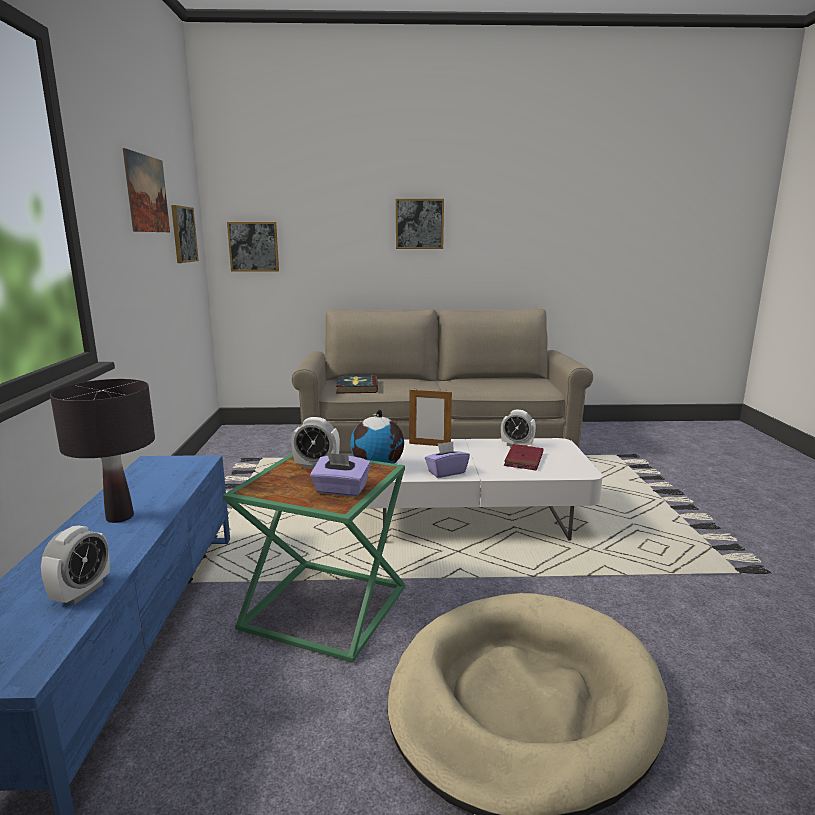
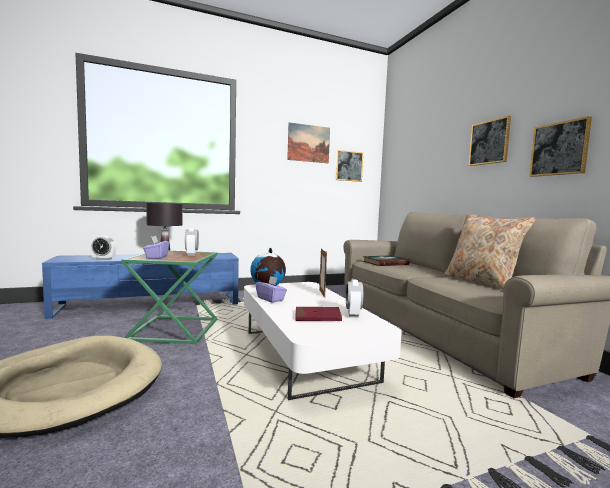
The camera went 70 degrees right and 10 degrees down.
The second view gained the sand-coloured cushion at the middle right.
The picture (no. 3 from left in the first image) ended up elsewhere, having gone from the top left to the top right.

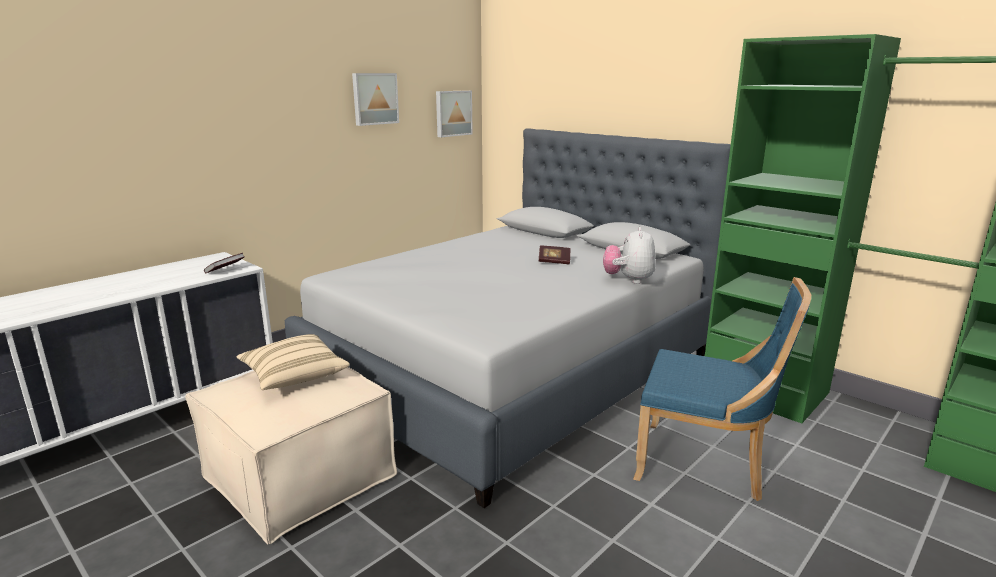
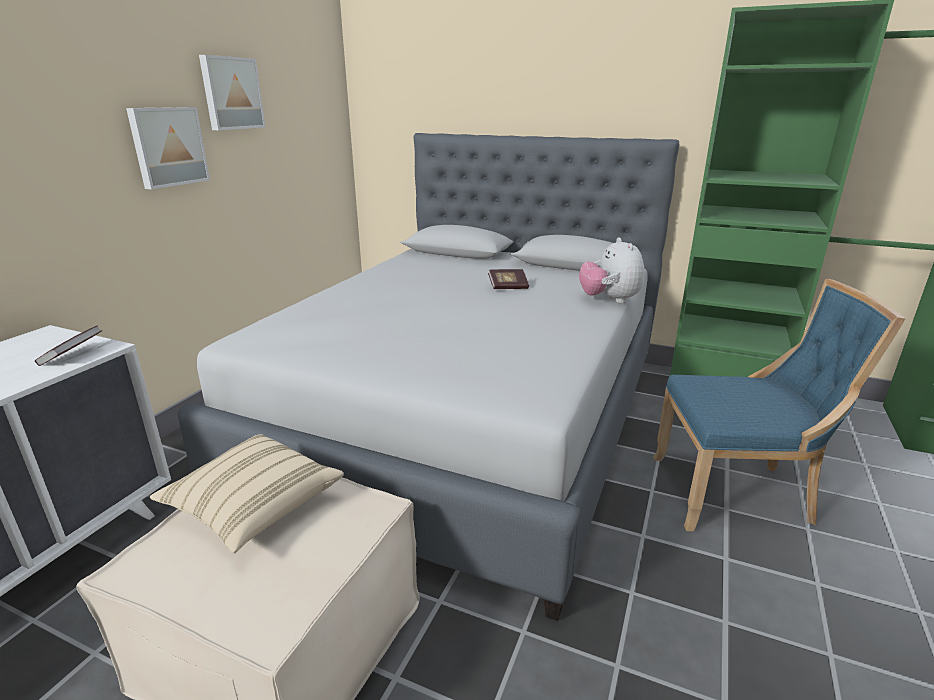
The camera went 20 degrees left and 5 degrees up.
The picture (no. 2 from left in the first image) ended up elsewhere, having gone from the top centre to the top left.

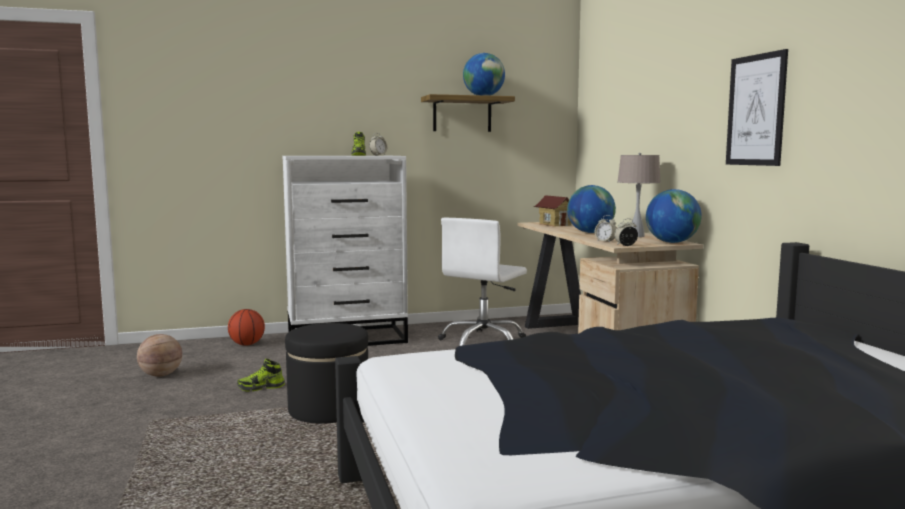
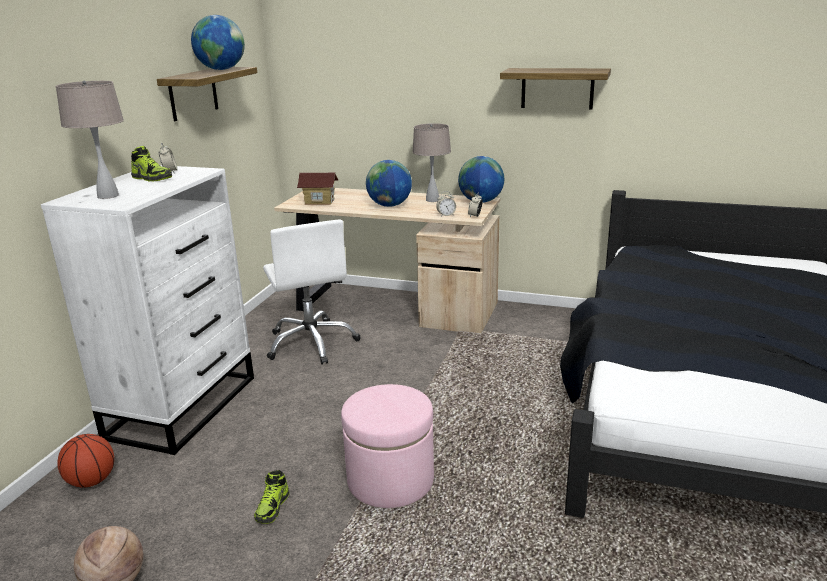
The camera went 55 degrees left and 15 degrees up.
The second view gained the sand-coloured table lamp (no. 1 from left) at the top left.
Where the picture hung at the top right, the shelf (no. 2 from left) came to hang at the top right.
What was the black-coloured ottoman at the bottom centre turned into the pink ottoman at the bottom centre.

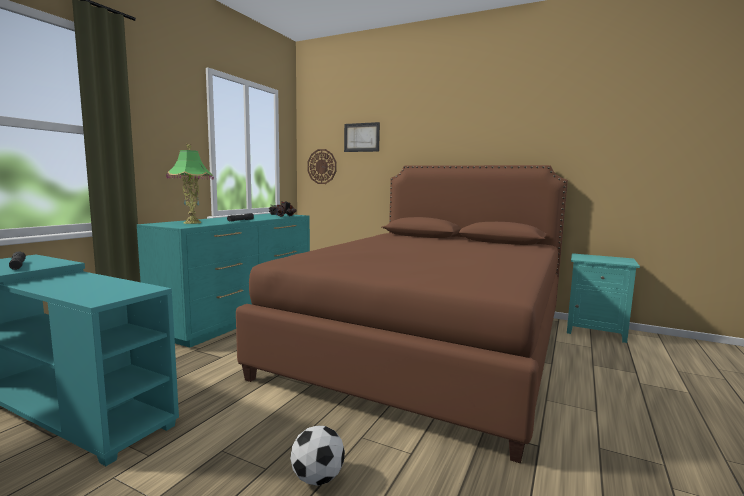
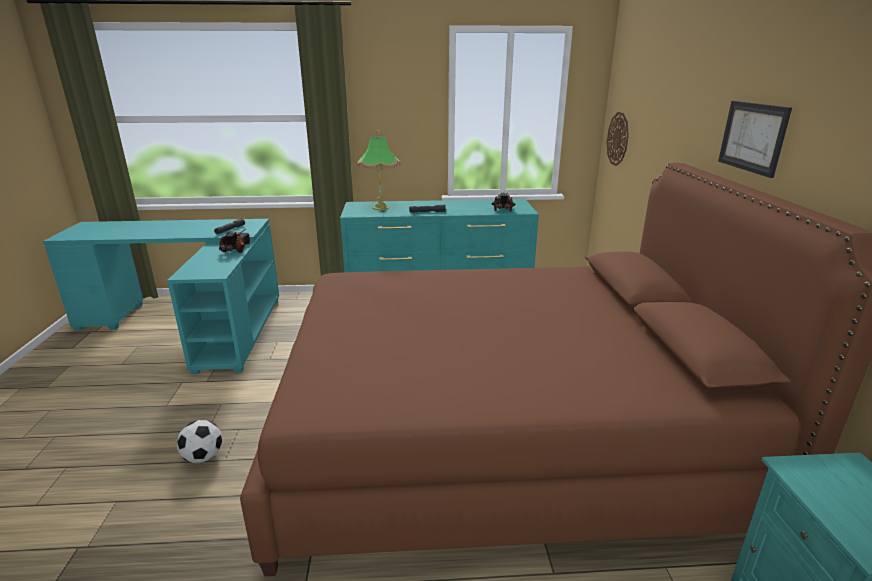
The camera went 60 degrees right and 15 degrees up.
The second view gained the toy truck (no. 1 from left) at the middle left.
The picture ended up elsewhere, having gone from the top centre to the top right.

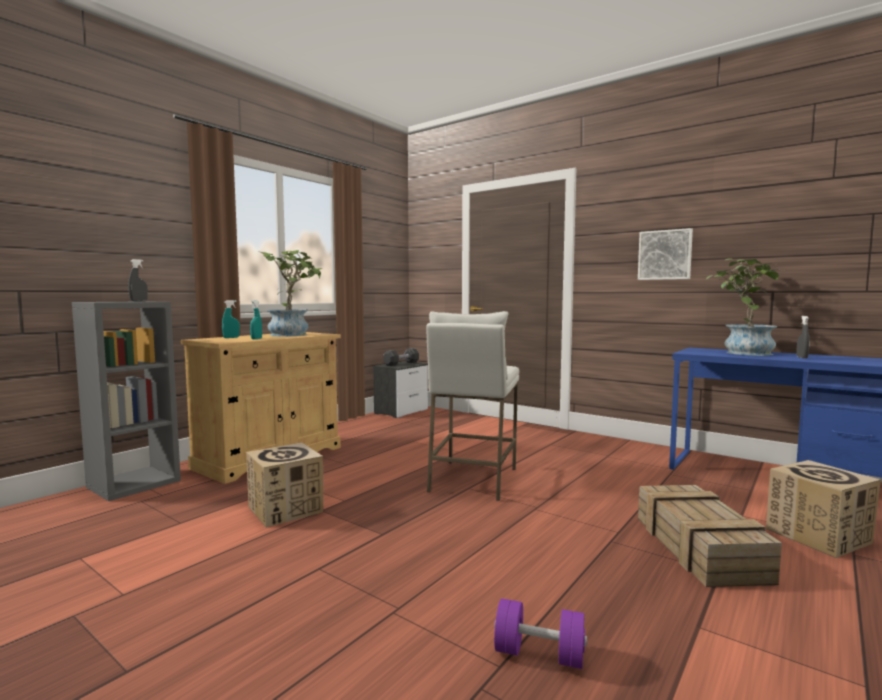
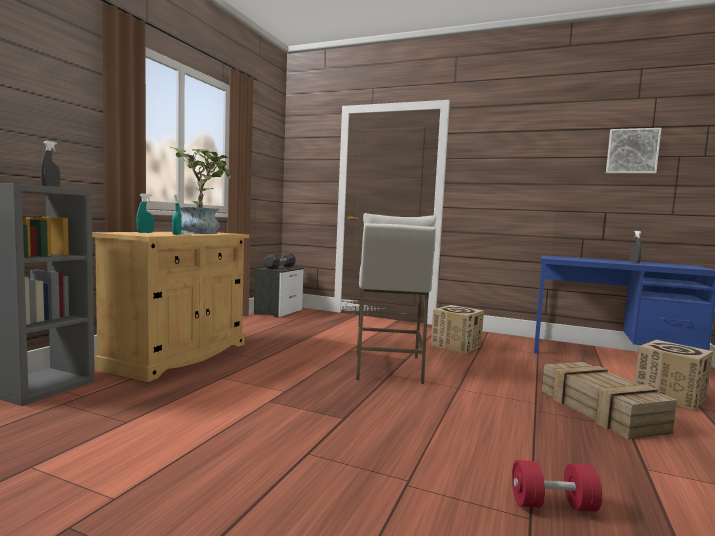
The camera went 15 degrees left and 0 degrees up.
The second view lost the houseplant (no. 2 from left) at the middle right.
The carton (no. 1 from left) ended up elsewhere, having gone from the bottom left to the centre.
The picture ended up elsewhere, having gone from the middle right to the top right.
What was the purple-coloured dumbbell at the bottom centre turned into the red-coloured dumbbell at the bottom right.

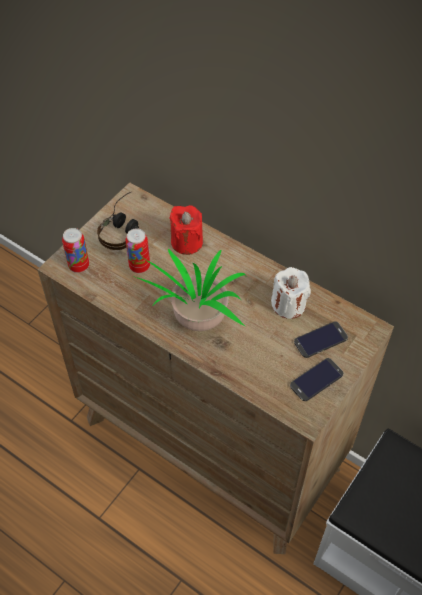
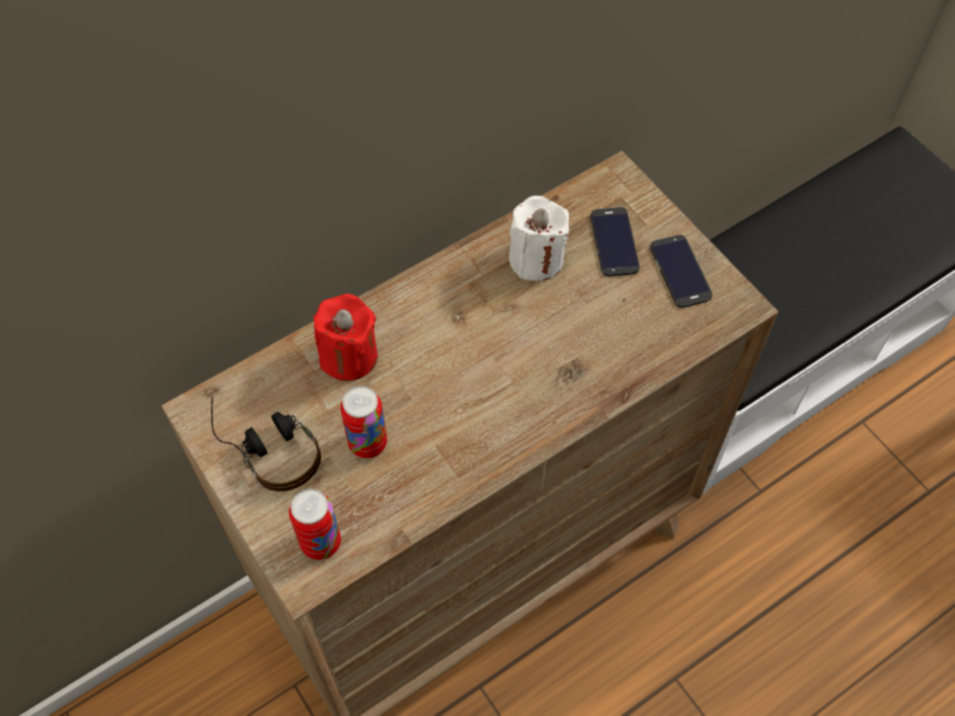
The camera went 70 degrees left and 5 degrees up.
The second view lost the houseplant at the centre.

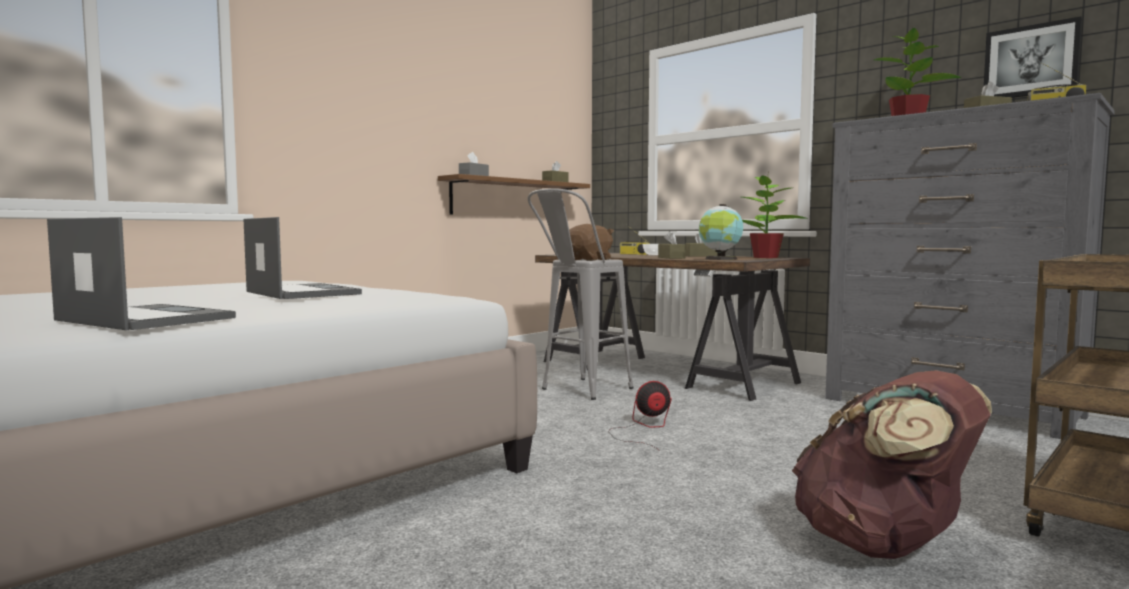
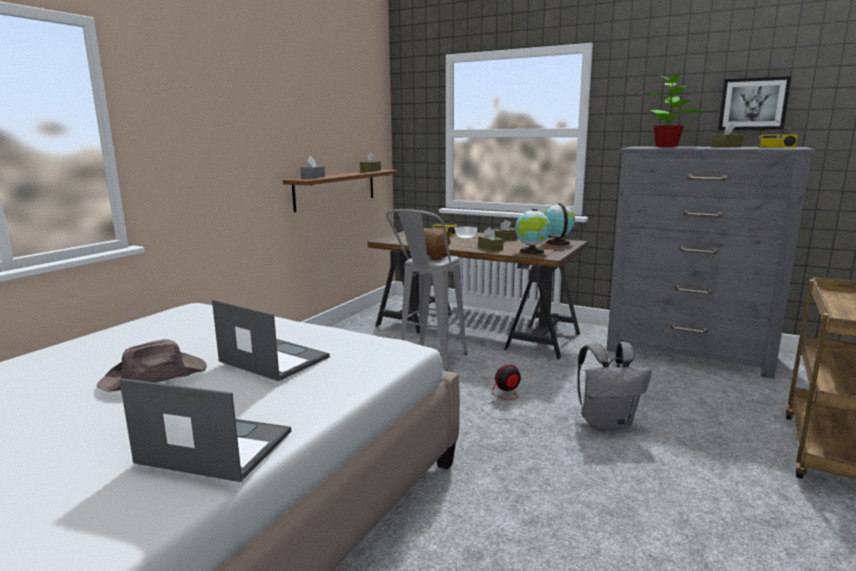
The camera went 15 degrees left and 10 degrees up.
The second view lost the brownish rucksack at the bottom right.
The second view gained the brownish clothing hat at the middle left.
The second view gained the gray rucksack at the bottom right.
Where the houseplant (no. 1 from left) stood at the middle right, the globe (no. 2 from left) came to stand at the centre.

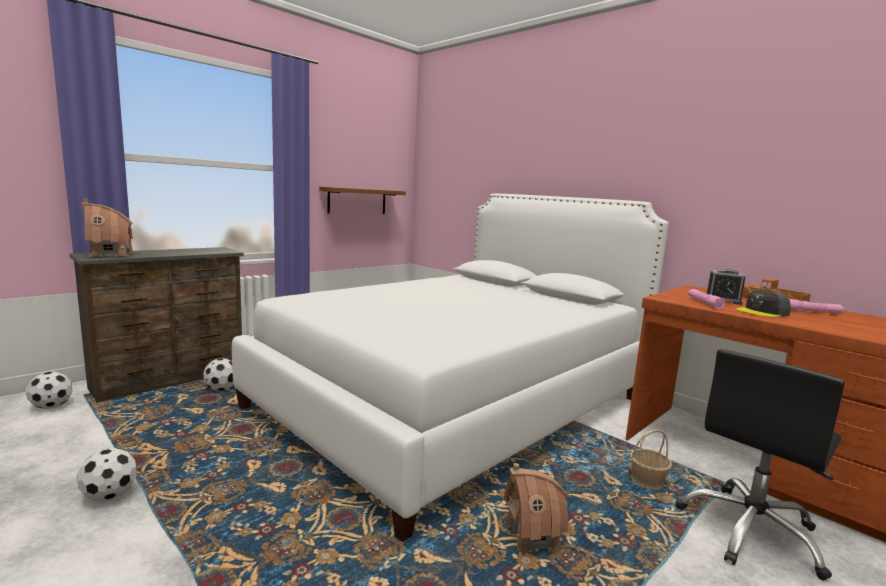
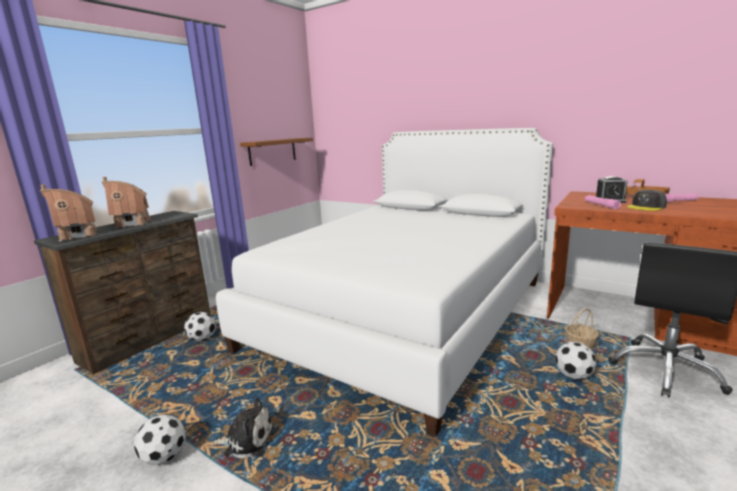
The camera went 10 degrees left and 5 degrees up.
The second view gained the cuddly toy at the bottom left.
The football ball (no. 1 from left in the first image) ended up elsewhere, having gone from the middle left to the bottom right.
The model house (no. 2 from left) ended up elsewhere, having gone from the bottom centre to the middle left.

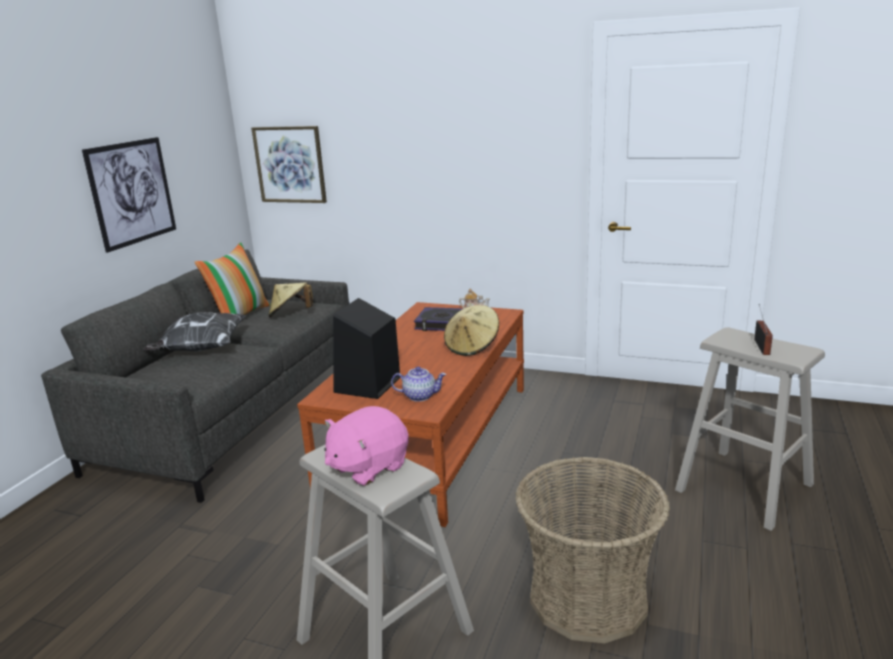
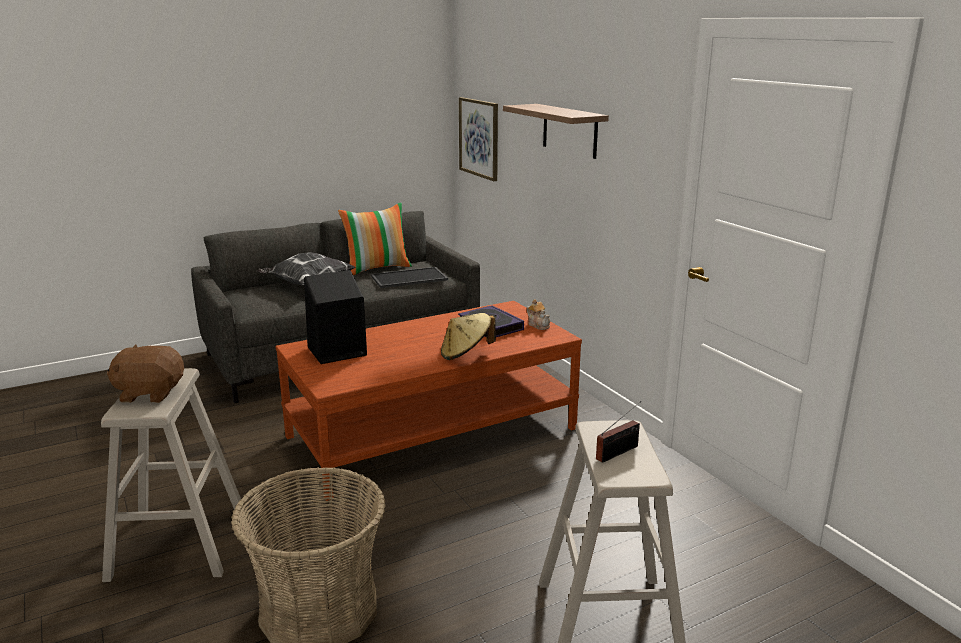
The camera went 40 degrees right and 0 degrees up.
The second view lost the picture (no. 1 from left) at the top left.
The second view lost the tea pot (no. 1 from left) at the centre.
The second view gained the shelf at the top centre.
Where the sand-coloured clothing hat (no. 1 from left) stood at the middle left, the tray came to stand at the centre.
What was the pink cuddly toy at the bottom centre turned into the brownish cuddly toy at the middle left.

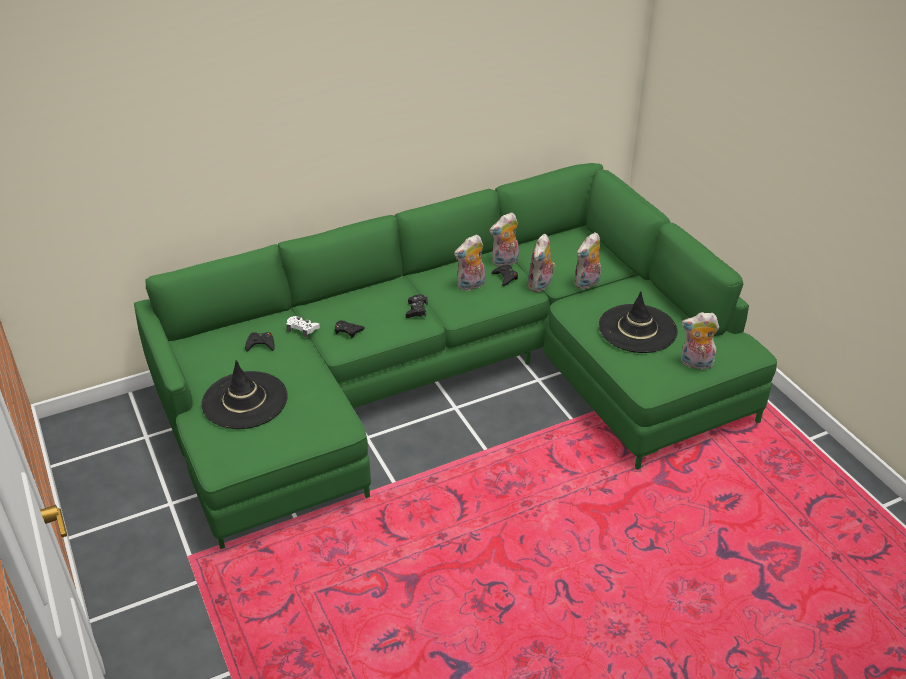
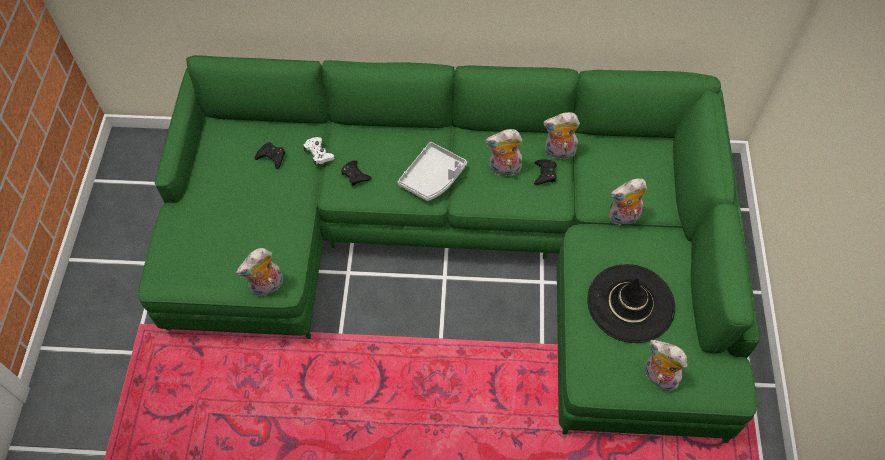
The camera went 30 degrees right and 20 degrees up.
The second view lost the black-coloured clothing hat (no. 1 from left) at the middle left.
The cuddly toy (no. 3 from left in the first image) ended up elsewhere, having gone from the centre to the middle left.
Where the black-coloured joypad (no. 3 from left) stood at the centre, the gray tray came to stand at the centre.

